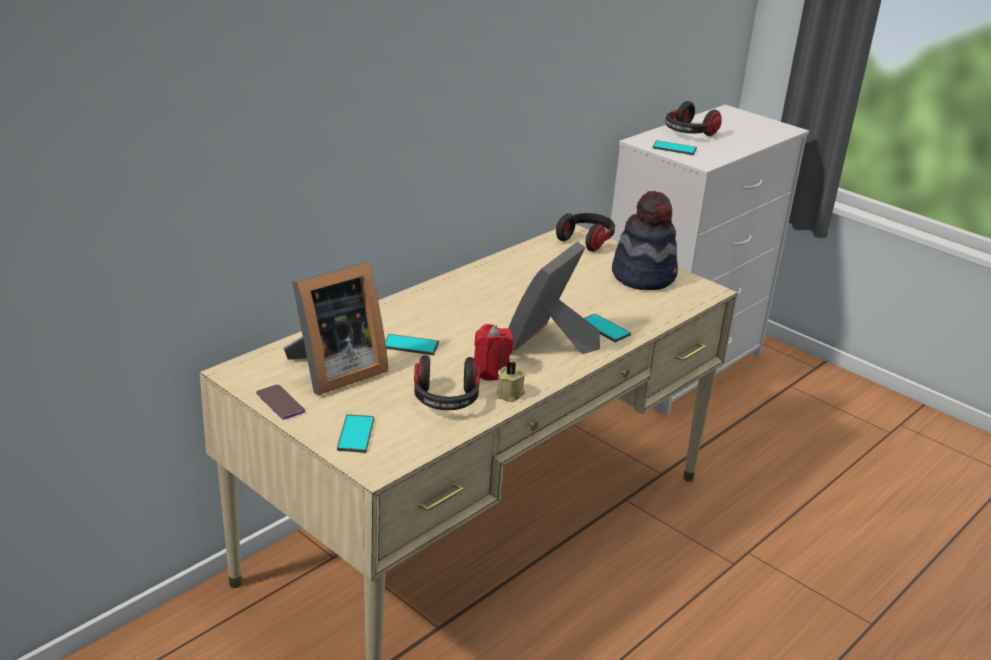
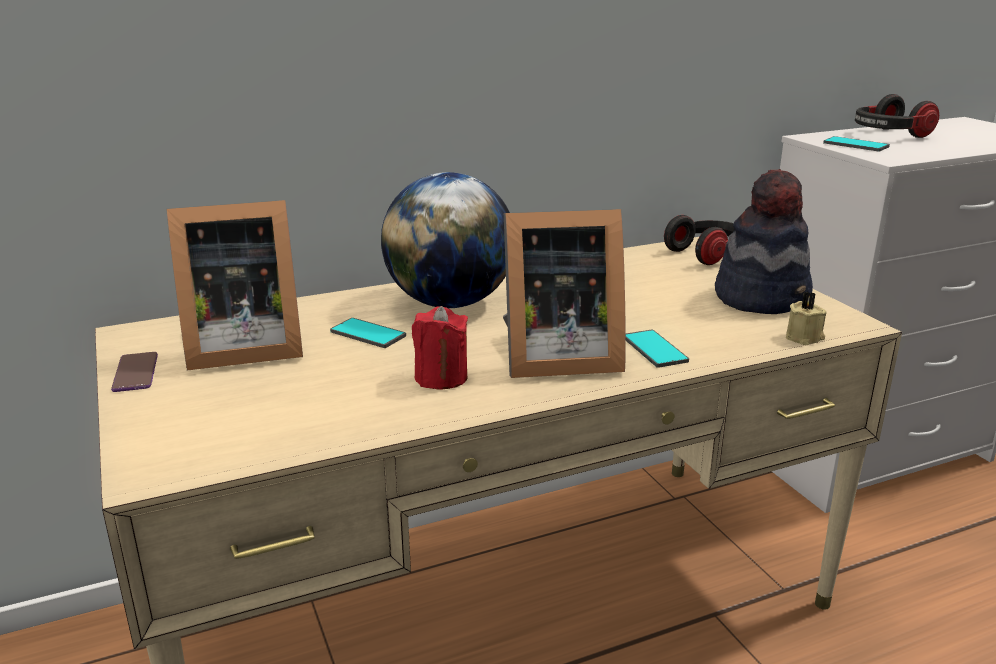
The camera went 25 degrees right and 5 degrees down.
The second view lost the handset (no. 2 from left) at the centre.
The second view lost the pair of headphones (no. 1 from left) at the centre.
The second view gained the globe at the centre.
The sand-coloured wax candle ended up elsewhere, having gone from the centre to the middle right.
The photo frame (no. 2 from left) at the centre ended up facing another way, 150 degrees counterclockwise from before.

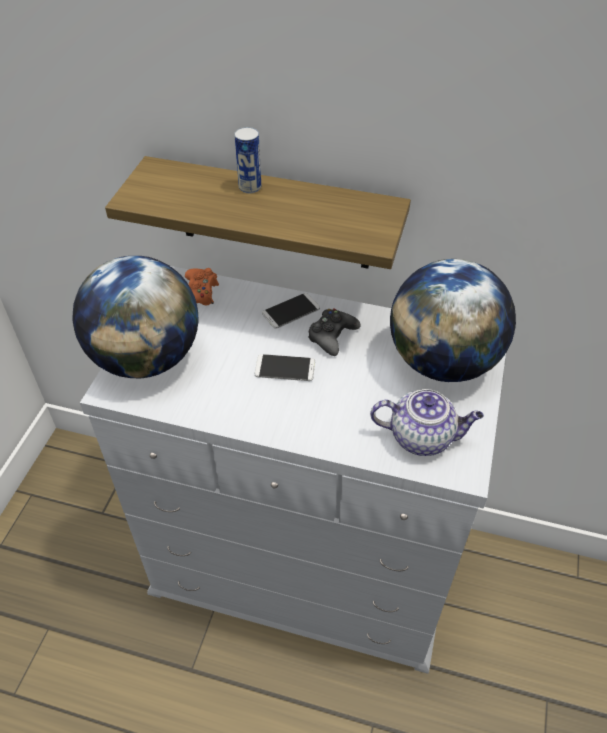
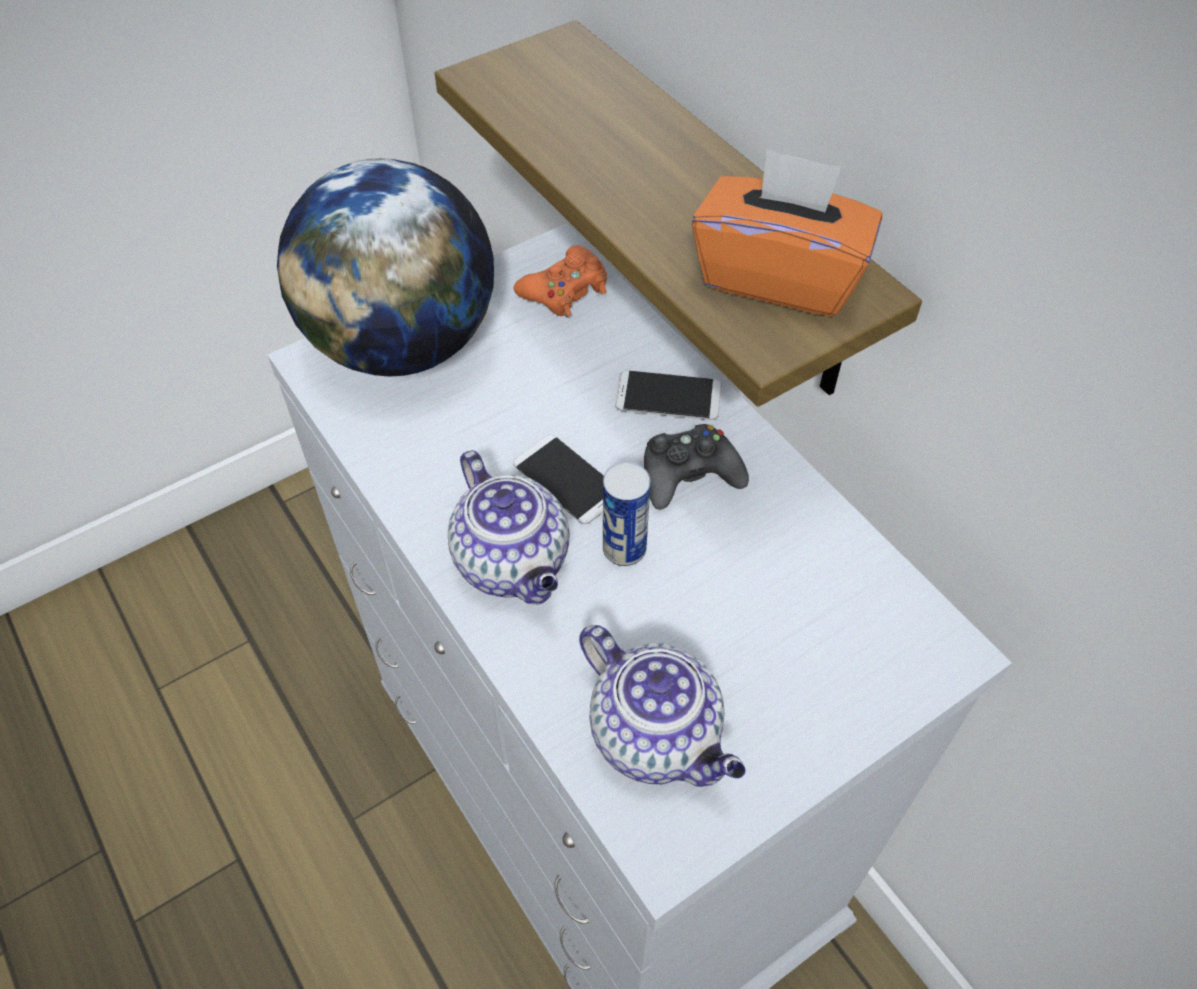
The camera went 40 degrees right and 5 degrees up.
The second view lost the globe (no. 2 from left) at the middle right.
The second view gained the tea pot (no. 1 from left) at the centre.
The second view gained the orangey tissue holder at the top centre.
The can ended up elsewhere, having gone from the top centre to the centre.

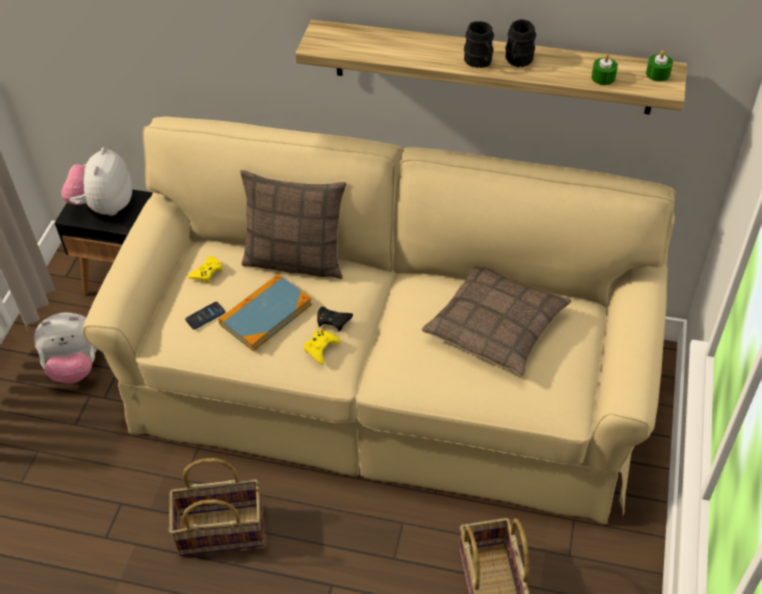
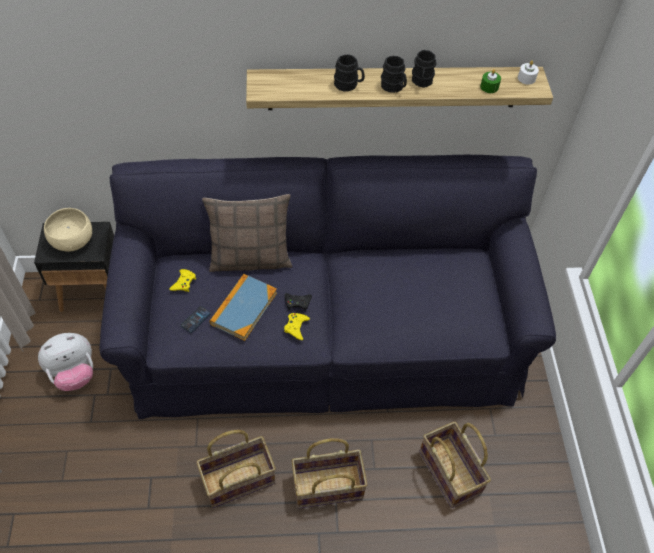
The camera went 20 degrees left and 5 degrees up.
The second view lost the cushion (no. 2 from left) at the centre.
The second view gained the household basket (no. 2 from left) at the bottom centre.
The second view gained the black-coloured mug (no. 1 from left) at the top centre.
Where the cuddly toy (no. 2 from left) stood at the top left, the sand-coloured serving bowl came to stand at the middle left.
What was the sand-coloured couch at the centre turned into the black-coloured couch at the centre.
What was the green wax candle (no. 2 from left) at the top right turned into the whitish wax candle at the top right.

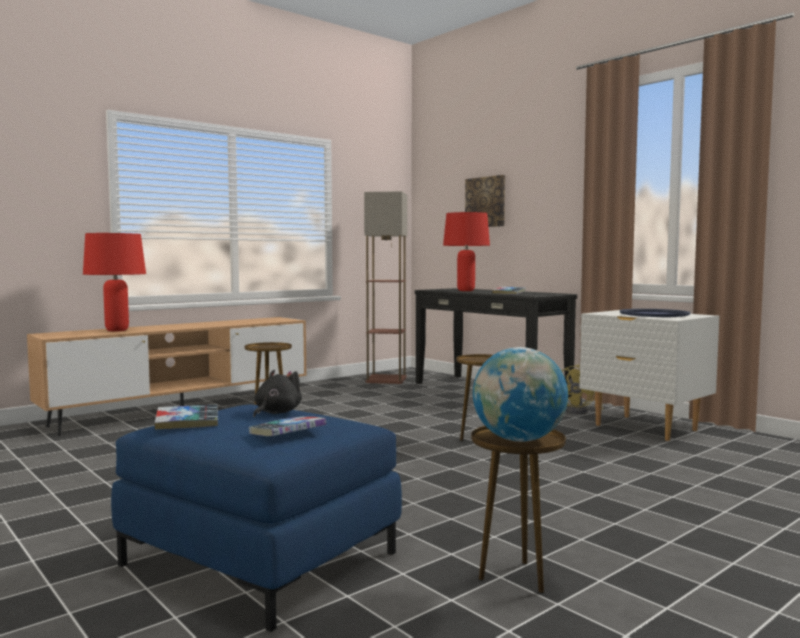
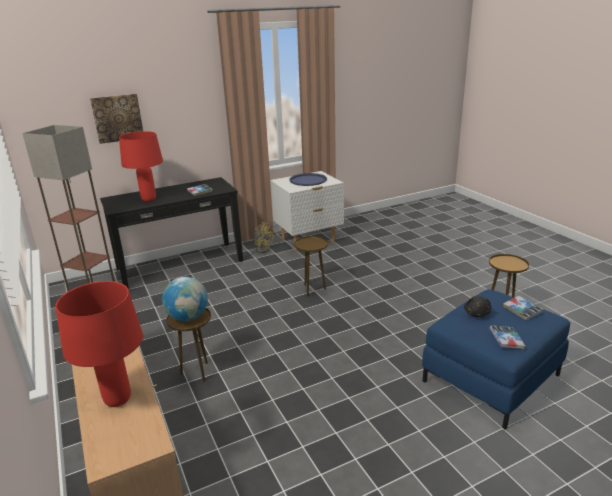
The camera went 75 degrees left and 20 degrees up.
The globe ended up elsewhere, having gone from the centre to the middle left.
The black-coloured cuddly toy at the centre ended up facing another way, 120 degrees counterclockwise from before.

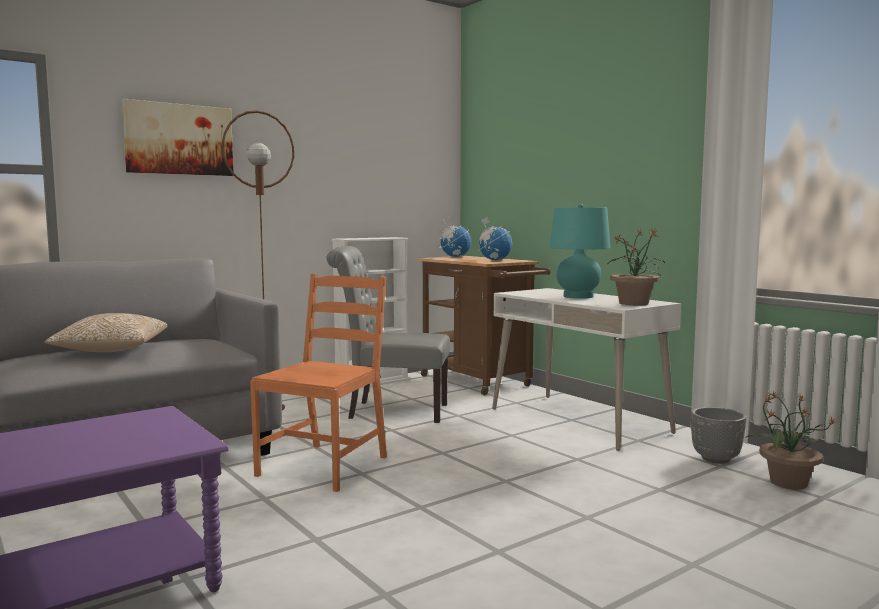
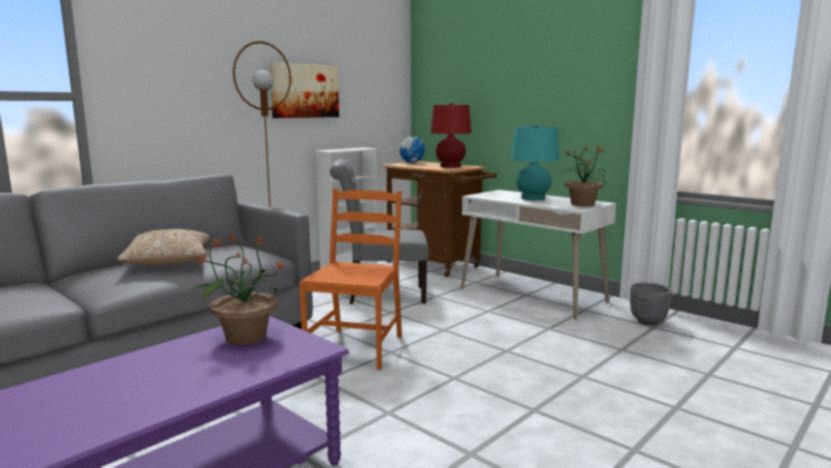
The camera went 10 degrees left and 5 degrees up.
The picture ended up elsewhere, having gone from the top left to the top centre.
The houseplant (no. 2 from left in the first image) ended up elsewhere, having gone from the bottom right to the middle left.
Where the globe (no. 2 from left) stood at the centre, the red-coloured table lamp came to stand at the top centre.

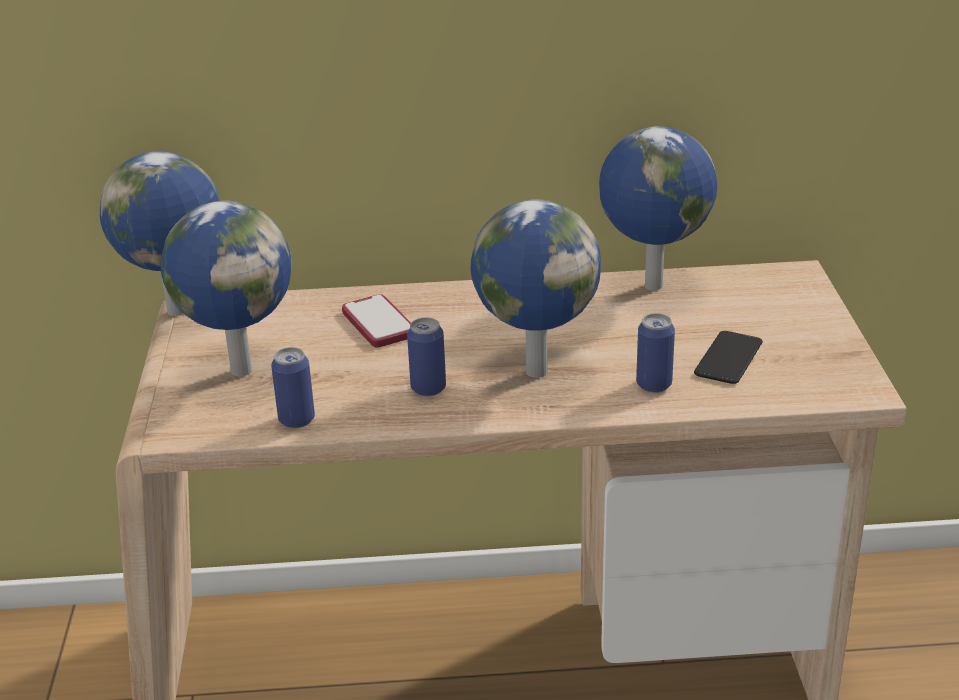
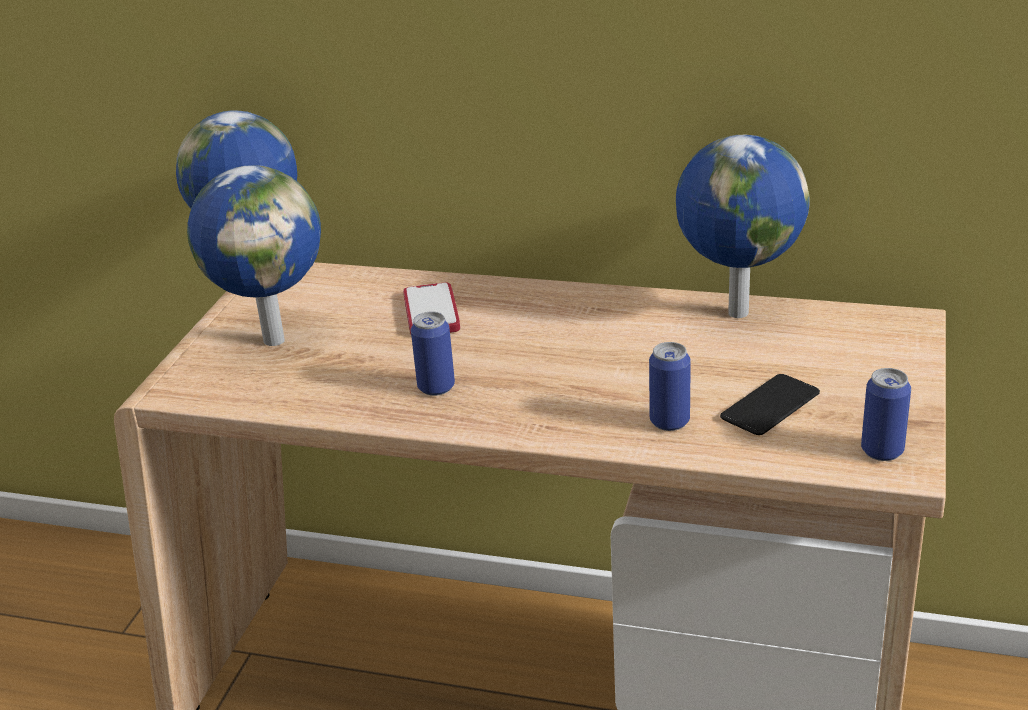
The camera went 20 degrees right and 0 degrees up.
The second view lost the globe (no. 3 from left) at the centre.
The can (no. 1 from left in the first image) ended up elsewhere, having gone from the middle left to the middle right.

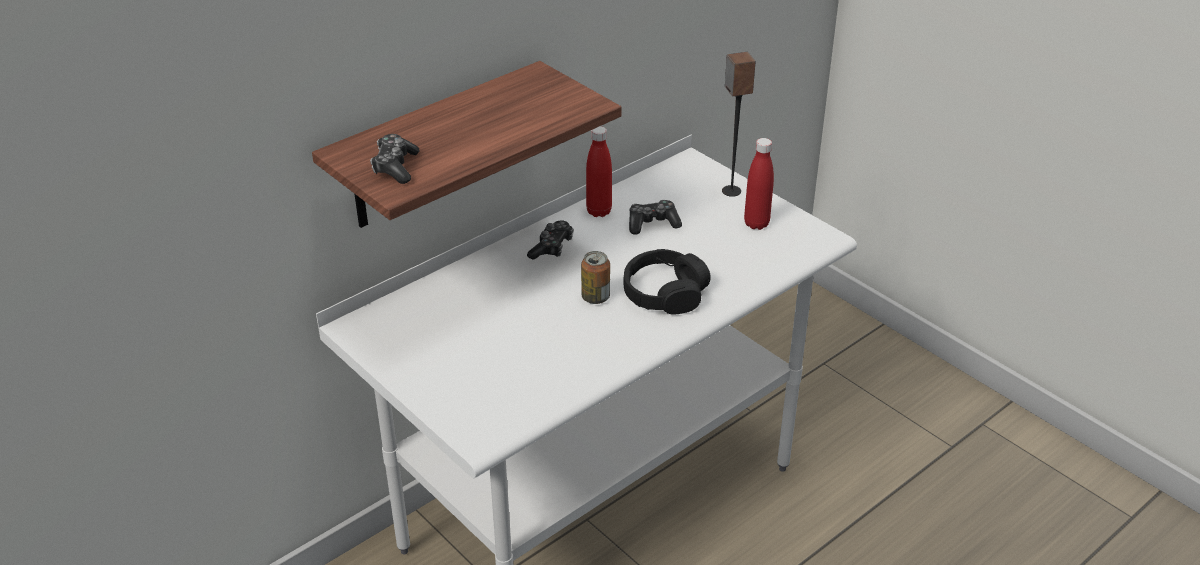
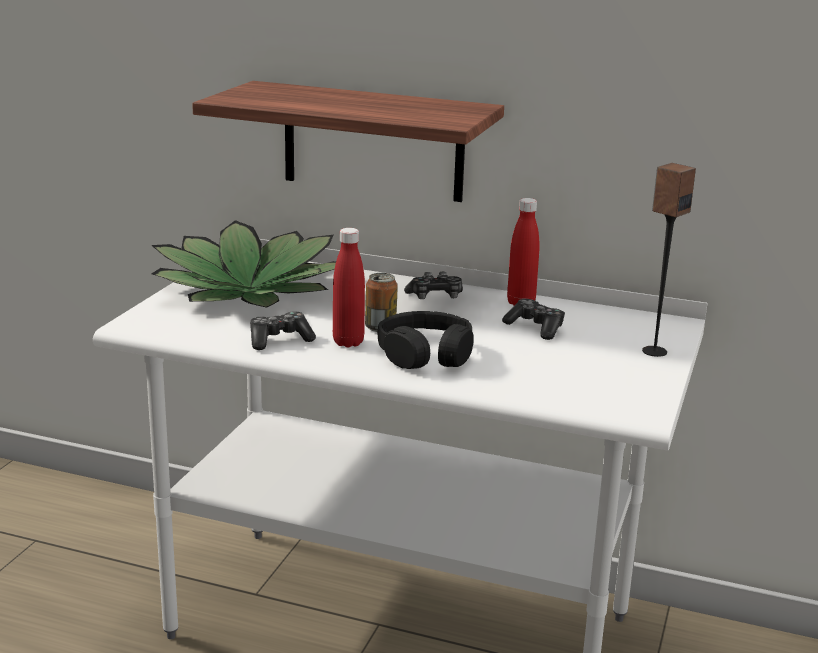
The camera went 60 degrees right and 15 degrees down.
The second view gained the houseplant at the middle left.
The joypad (no. 1 from left) ended up elsewhere, having gone from the top left to the centre.
The red-coloured bottle (no. 2 from left in the first image) ended up elsewhere, having gone from the top centre to the centre.

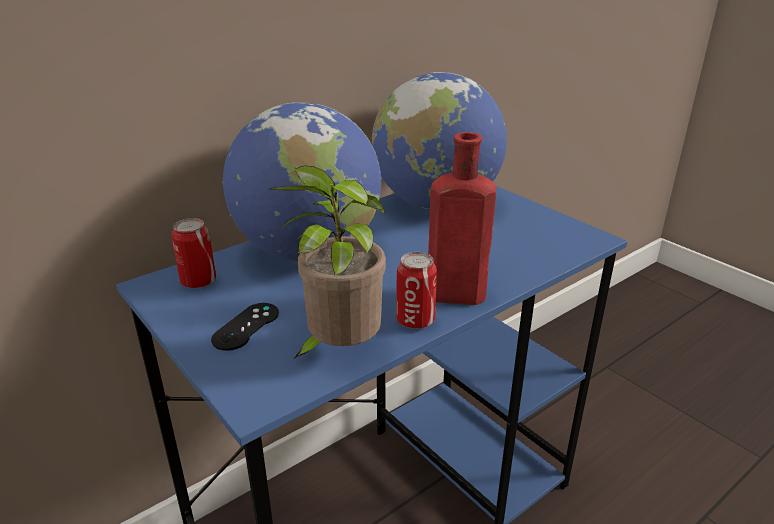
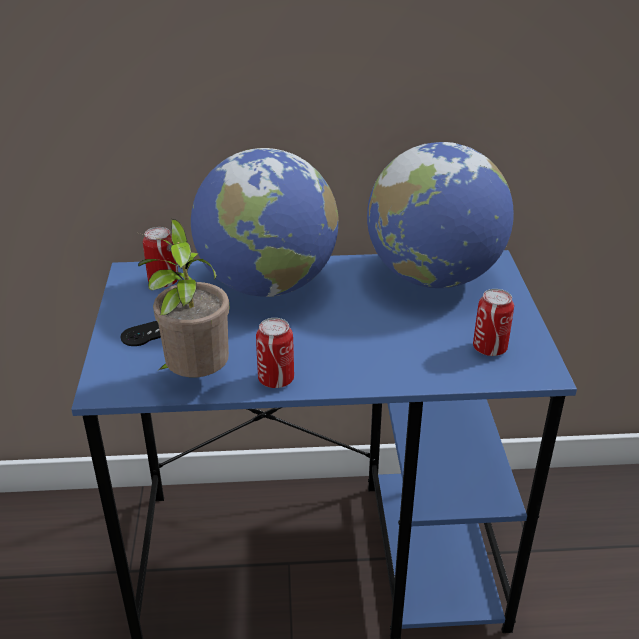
The camera went 35 degrees right and 5 degrees up.
The second view lost the red-coloured bottle at the centre.
The second view gained the can (no. 3 from left) at the middle right.

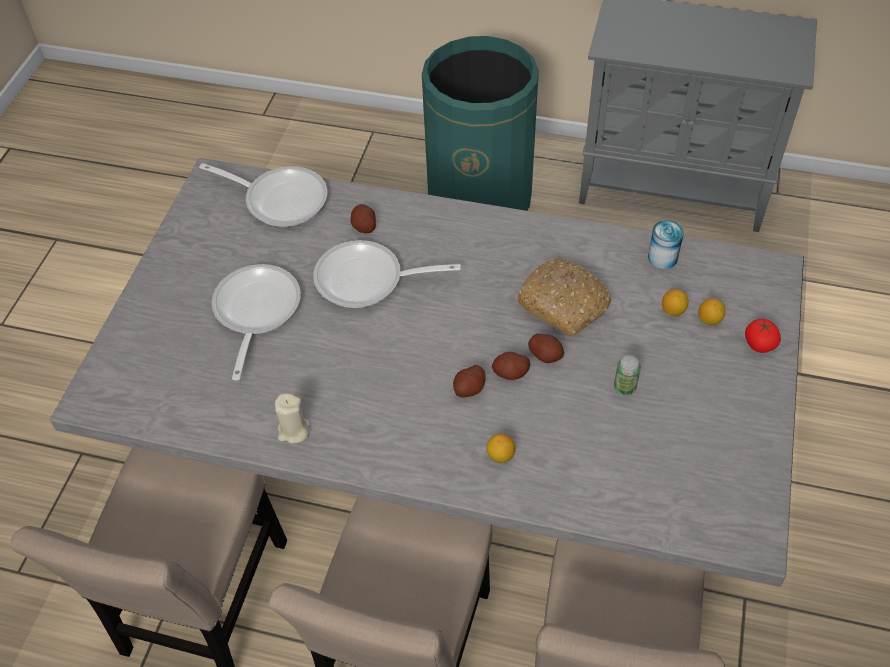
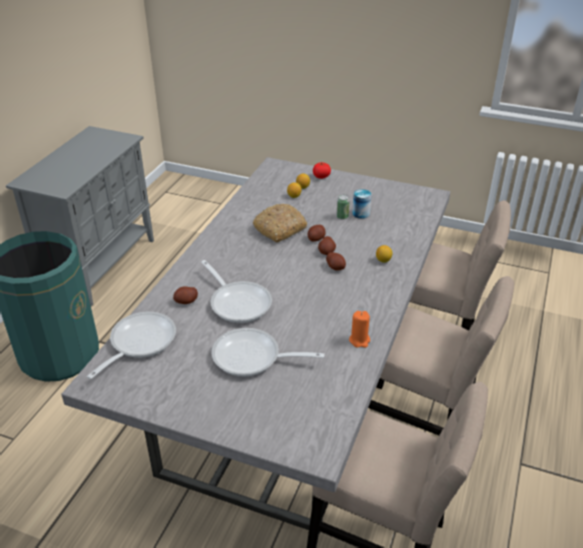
The camera went 85 degrees left and 15 degrees down.
The can (no. 2 from left) ended up elsewhere, having gone from the middle right to the centre.
What was the sand-coloured wax candle at the middle left turned into the orangey wax candle at the centre.
The frying pan (no. 3 from left in the first image) at the centre ended up facing another way, 45 degrees counterclockwise from before.

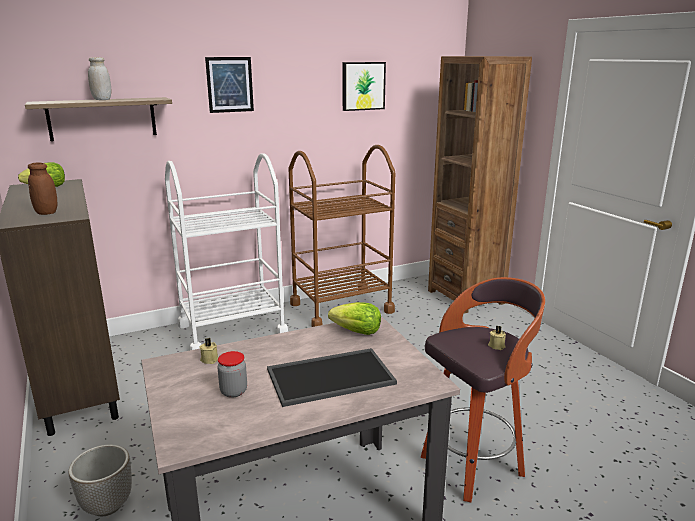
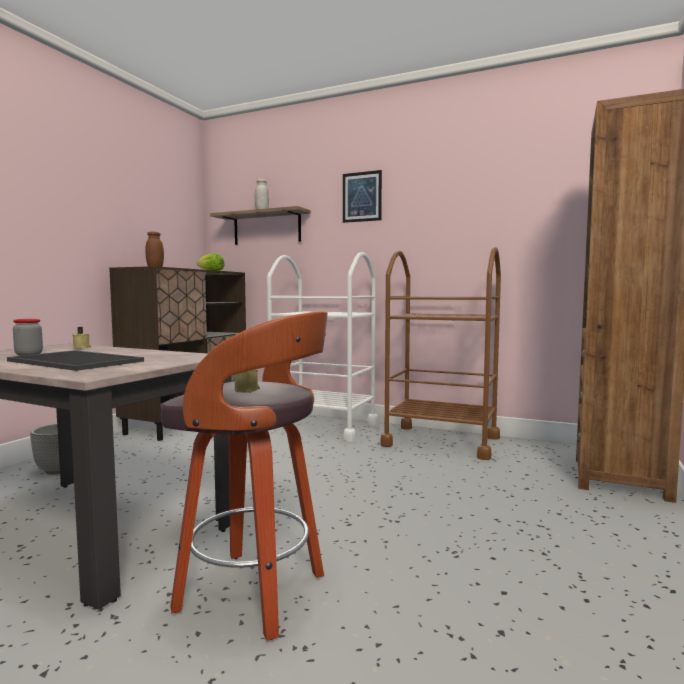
The camera went 50 degrees right and 15 degrees down.
The second view lost the lettuce (no. 2 from left) at the centre.
The second view lost the picture (no. 2 from left) at the top centre.

